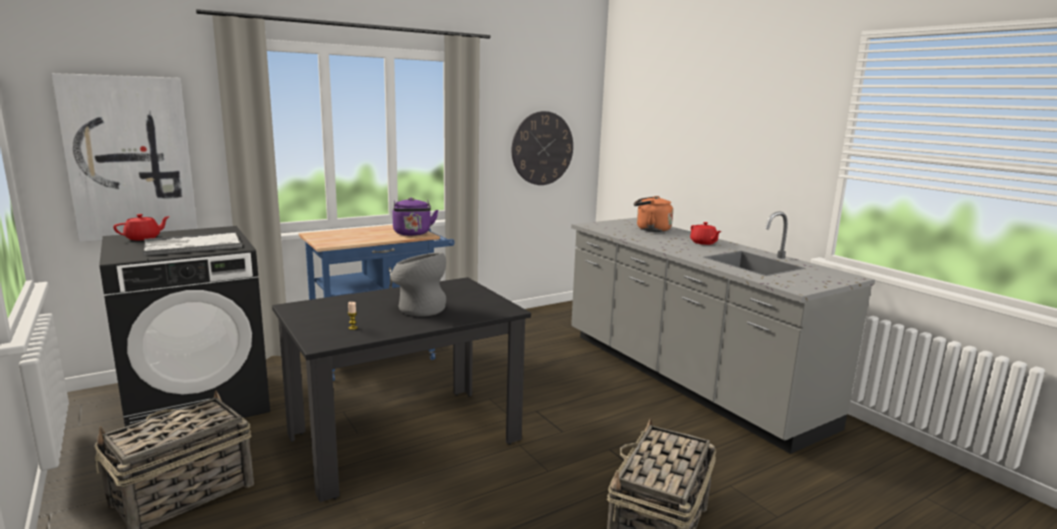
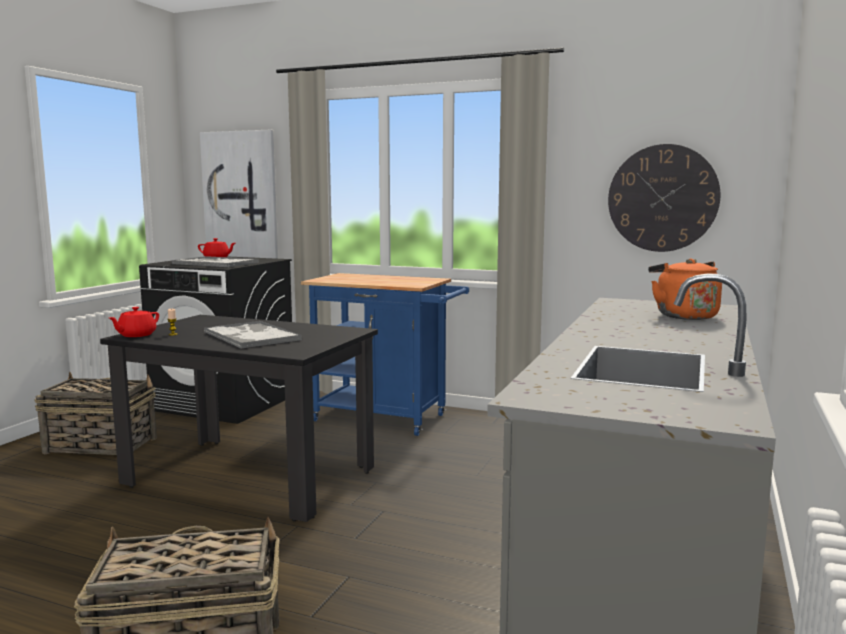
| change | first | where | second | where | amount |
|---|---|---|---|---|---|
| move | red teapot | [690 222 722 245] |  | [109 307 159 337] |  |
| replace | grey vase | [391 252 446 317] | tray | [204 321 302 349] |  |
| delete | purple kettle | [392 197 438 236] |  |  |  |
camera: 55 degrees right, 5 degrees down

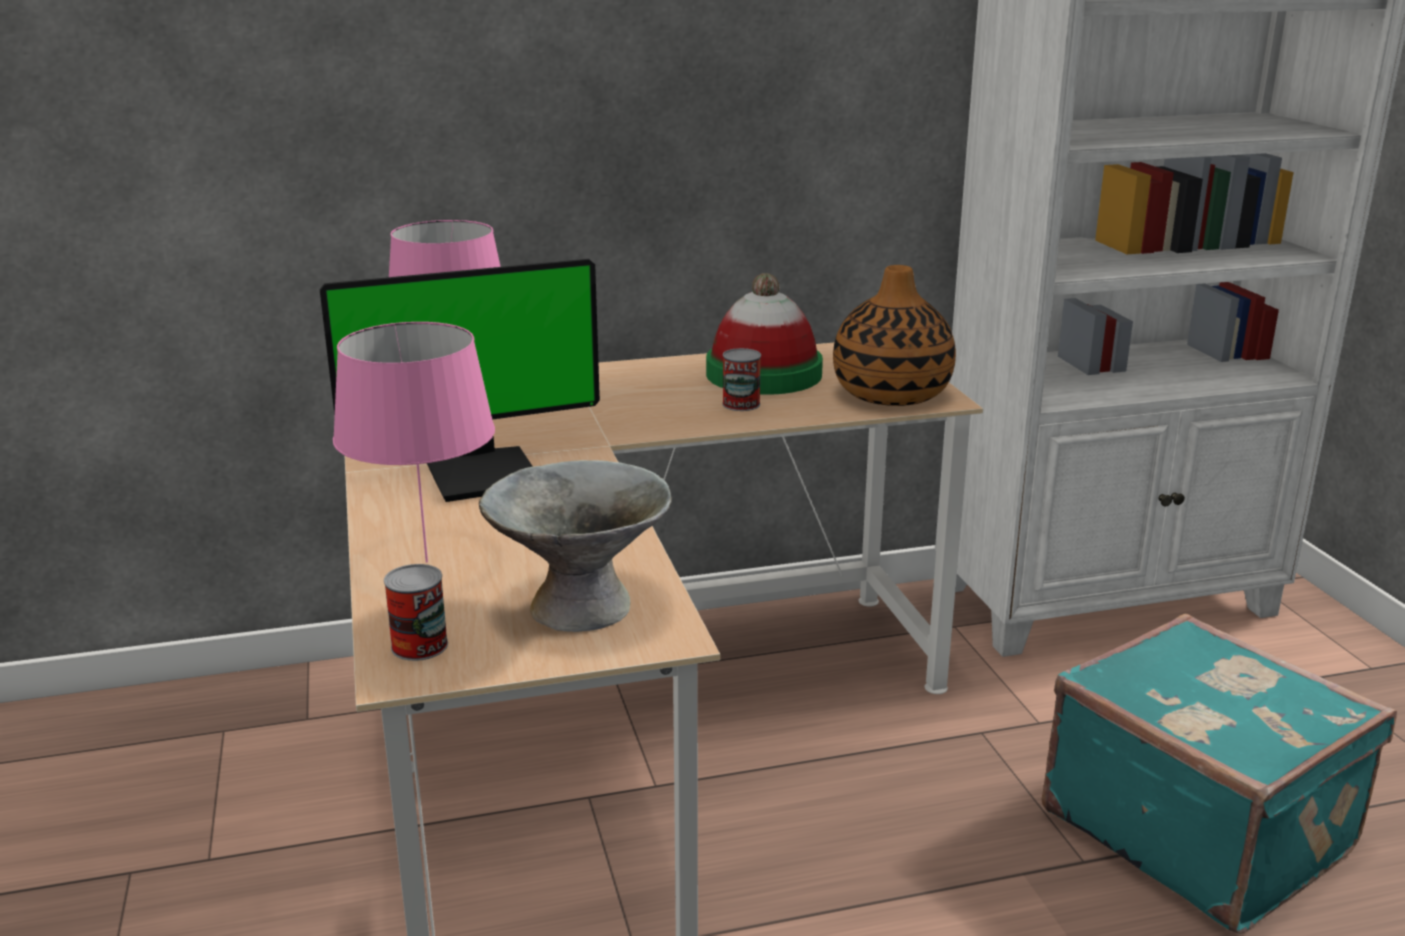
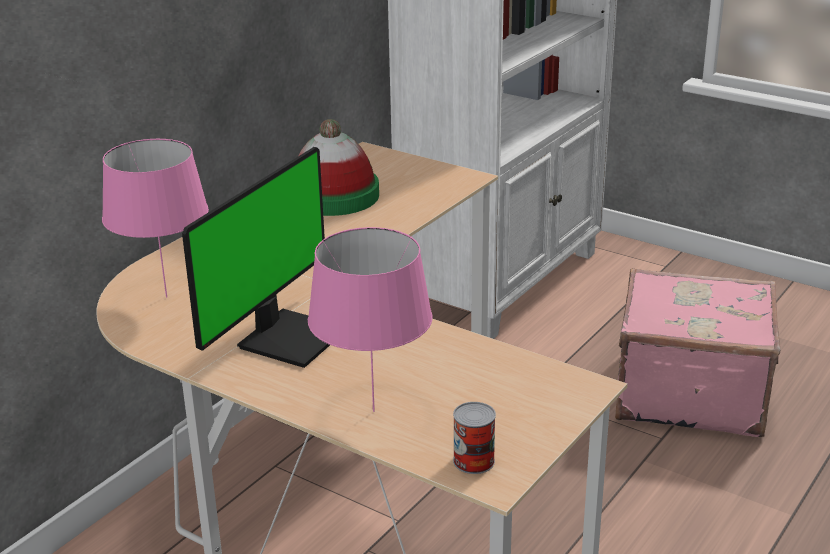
| change | first | where | second | where | amount |
|---|---|---|---|---|---|
| recolor | turquoise suitcase | [1041 614 1397 935] | pink suitcase | [615 268 780 437] |  |
| delete | grey bowl | [479 460 672 632] |  |  |  |
| delete | can | [722 348 761 411] |  |  |  |
| delete | vase | [833 265 956 406] |  |  |  |
camera: 40 degrees left, 5 degrees up

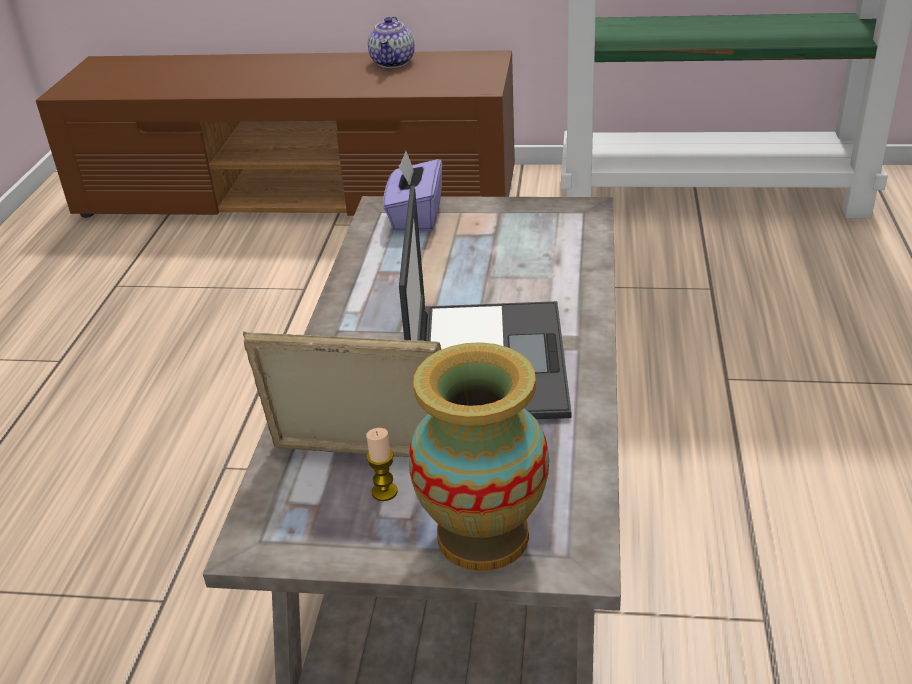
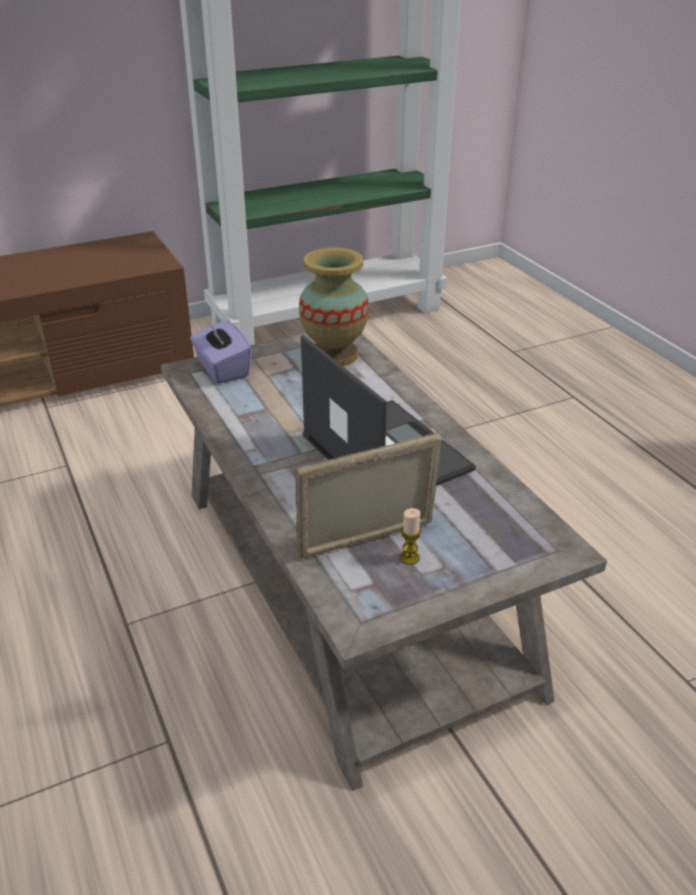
| change | first | where | second | where | amount |
|---|---|---|---|---|---|
| move | vase | [409 342 549 571] |  | [299 248 369 366] |  |
| delete | teapot | [368 16 415 68] |  |  |  |
camera: 35 degrees left, 0 degrees up

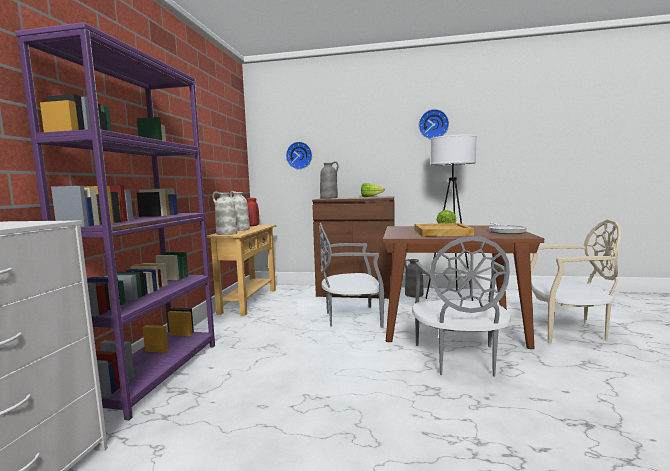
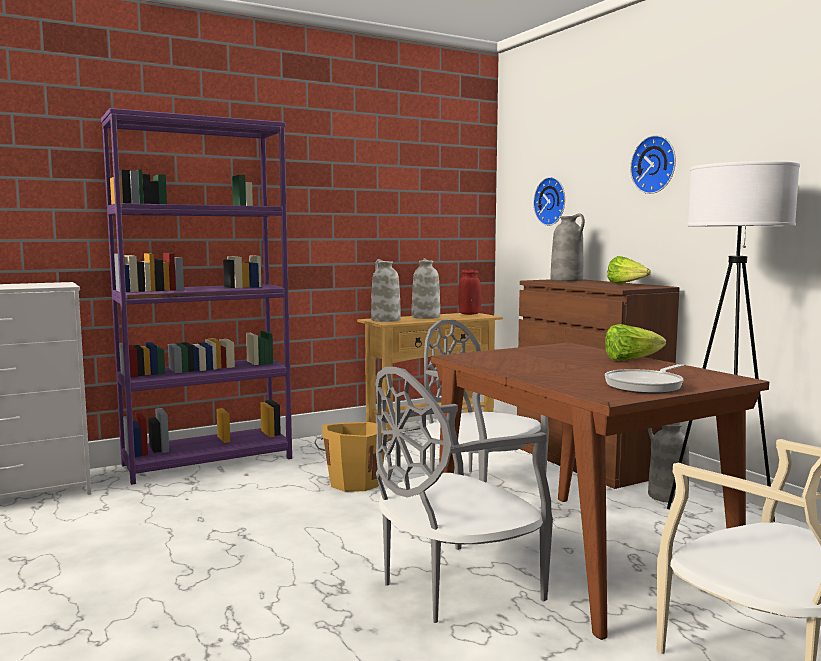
| change | first | where | second | where | amount |
|---|---|---|---|---|---|
| insert |  |  | orange bucket | [314 422 393 492] |  |
| move | wall clock | [419 109 449 139] |  | [630 135 676 194] |  |
| delete | beige tray | [415 223 474 237] |  |  |  |
camera: 50 degrees right, 0 degrees up

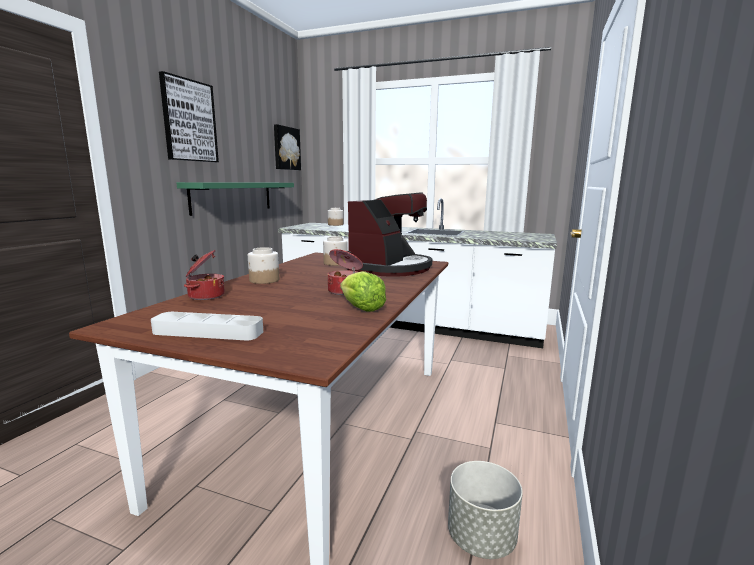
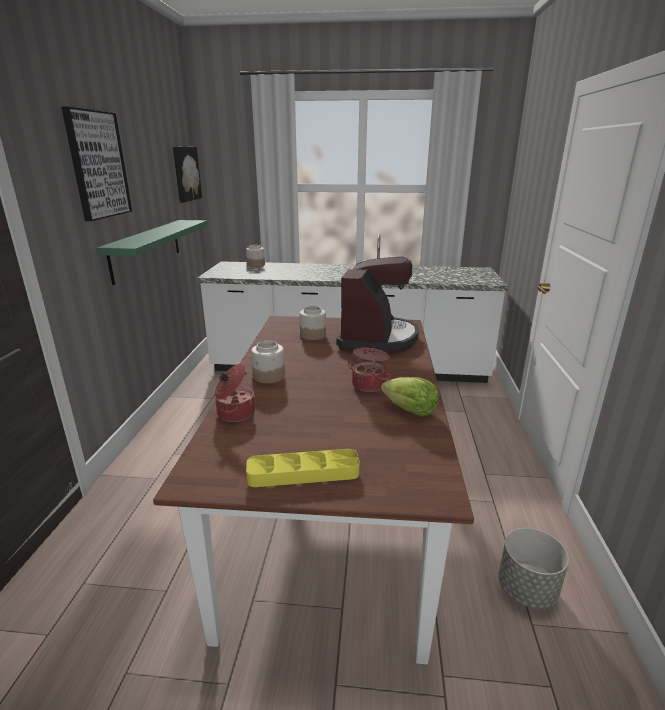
| change | first | where | second | where | amount |
|---|---|---|---|---|---|
| recolor | grey tray | [151 312 263 341] | yellow tray | [246 449 360 487] |  |
camera: 15 degrees left, 10 degrees up

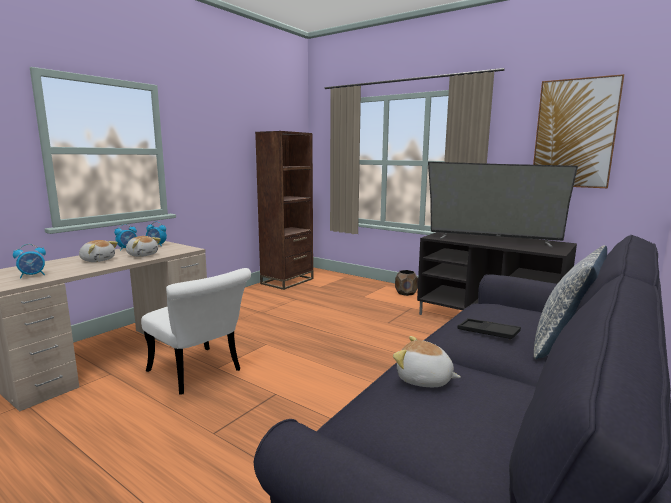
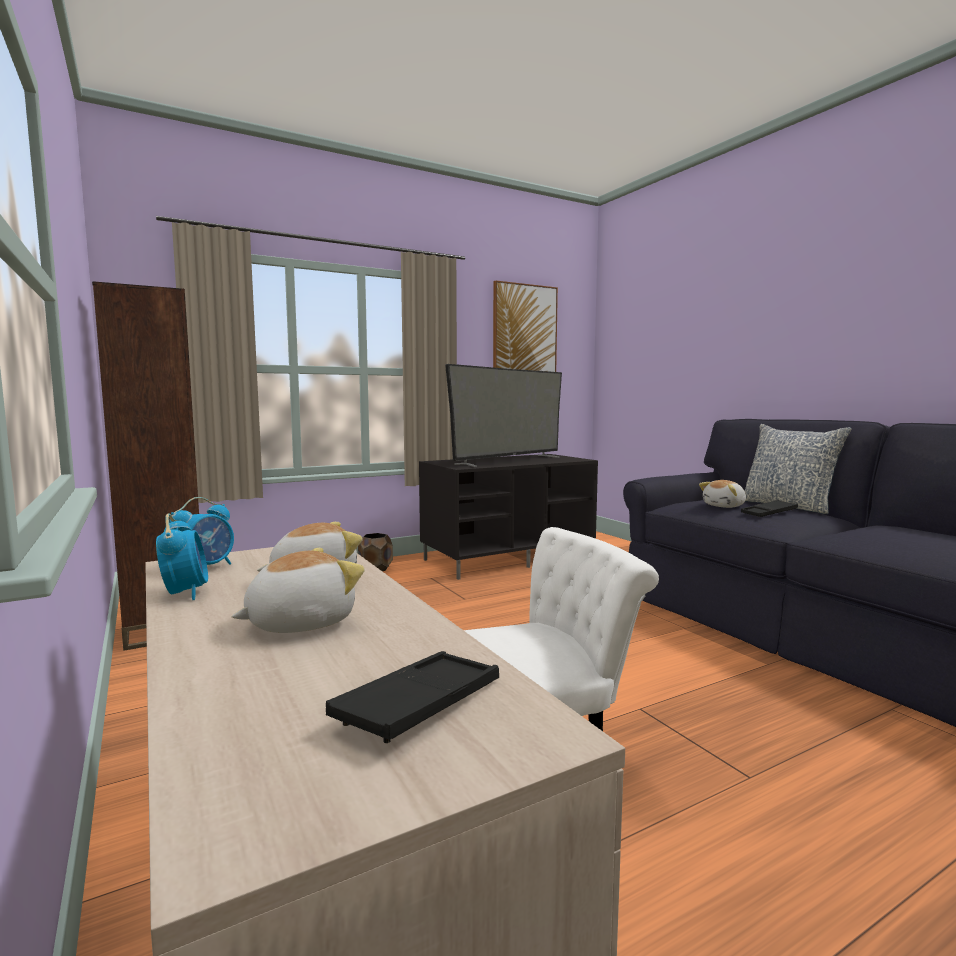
| change | first | where | second | where | amount |
|---|---|---|---|---|---|
| replace | alarm clock | [13 244 46 279] | black tray | [326 651 499 743] |  |
| move | plush toy | [393 336 461 387] |  | [699 480 746 508] |  |
camera: 65 degrees left, 5 degrees down

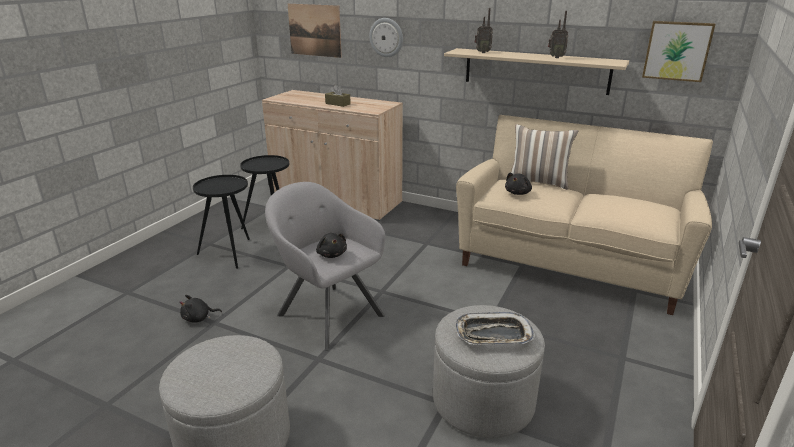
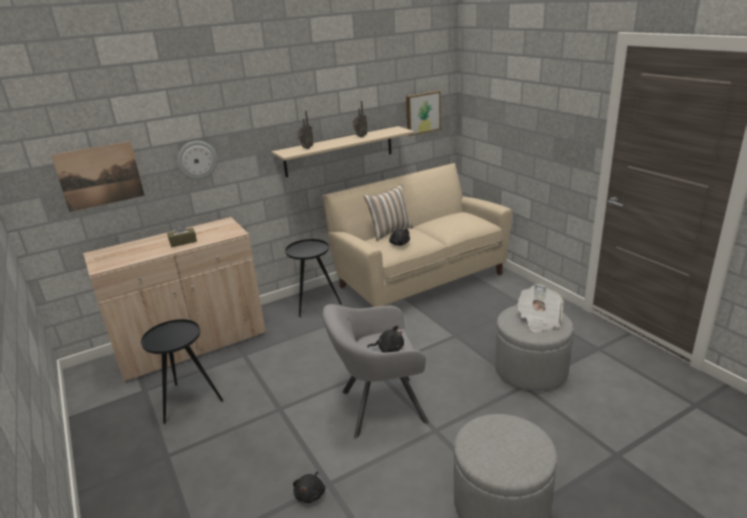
| change | first | where | second | where | amount |
|---|---|---|---|---|---|
| move | black side table | [193 175 250 269] |  | [285 239 342 317] |  |
| replace | tray | [456 312 536 345] | newspaper | [516 284 564 332] |  |
camera: 55 degrees left, 0 degrees up

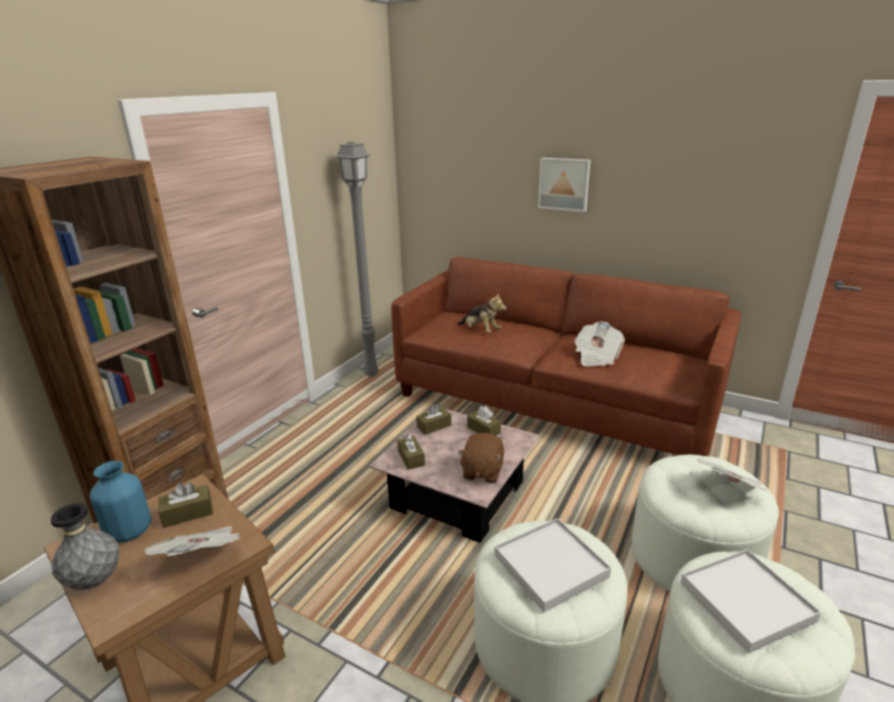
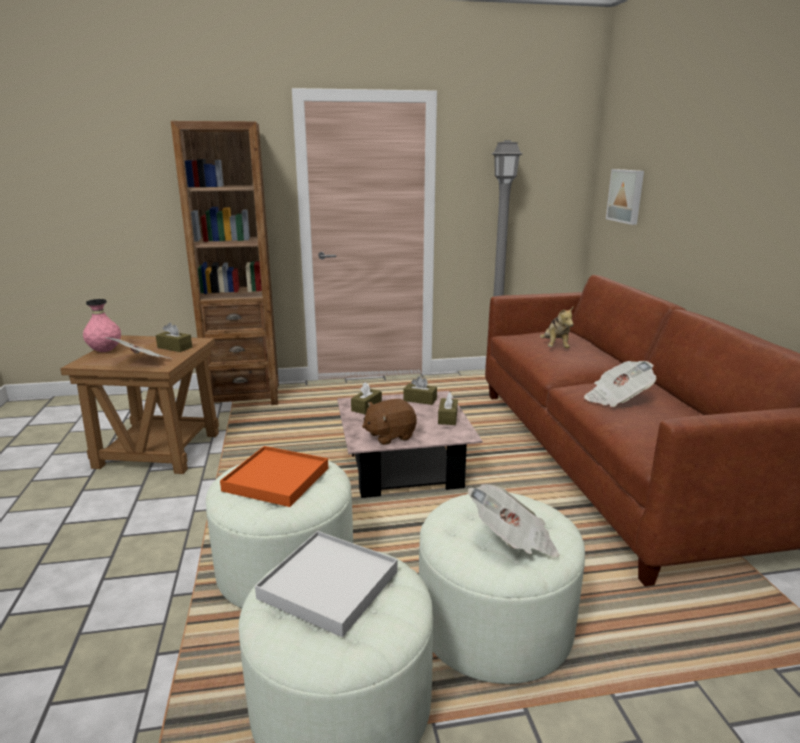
| change | first | where | second | where | amount |
|---|---|---|---|---|---|
| recolor | grey vase | [51 503 120 590] | pink vase | [83 299 121 352] |  |
| recolor | white tray | [494 518 611 612] | orange tray | [220 446 328 507] |  |
| move | picture | [538 158 591 212] |  | [606 169 644 225] |  |
| delete | blue vase | [90 461 151 543] |  |  |  |
camera: 50 degrees right, 5 degrees down

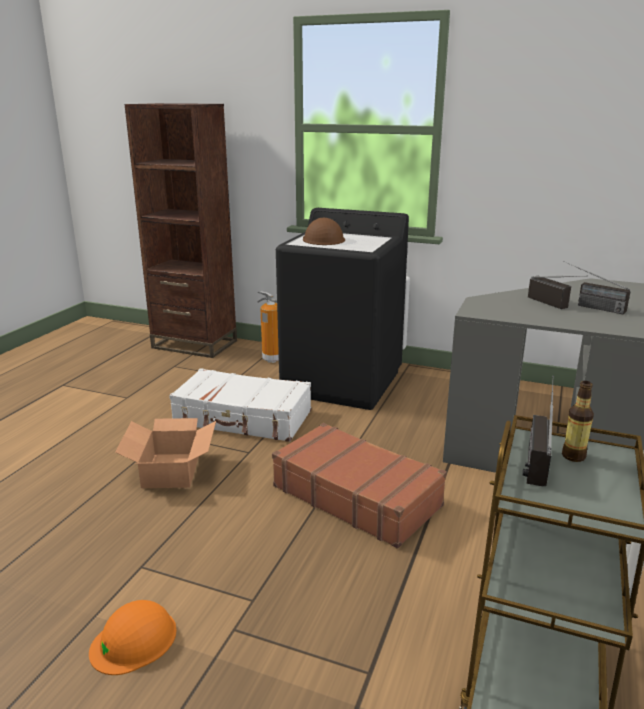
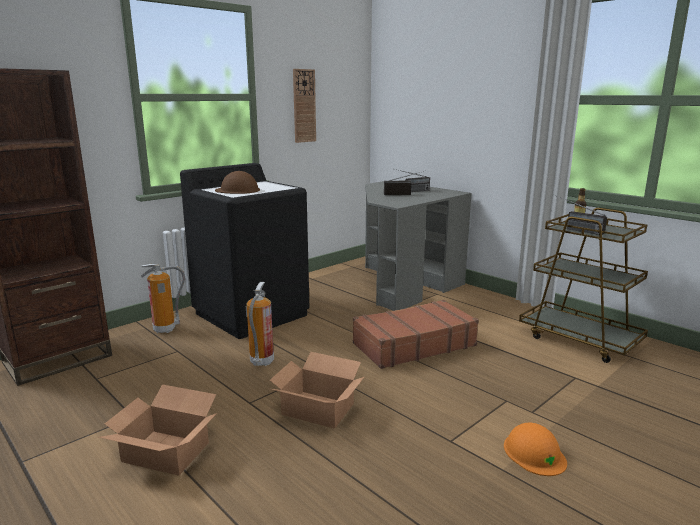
| change | first | where | second | where | amount |
|---|---|---|---|---|---|
| insert |  |  | cardboard box | [99 384 217 476] |  |
| replace | white suitcase | [169 368 311 442] | fire extinguisher | [246 282 274 366] |  |
| insert |  |  | wall clock | [293 69 316 143] |  |
camera: 65 degrees left, 5 degrees down

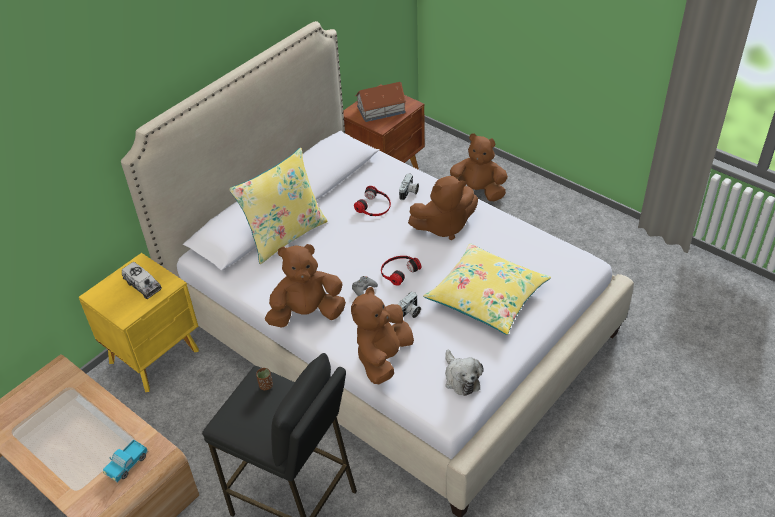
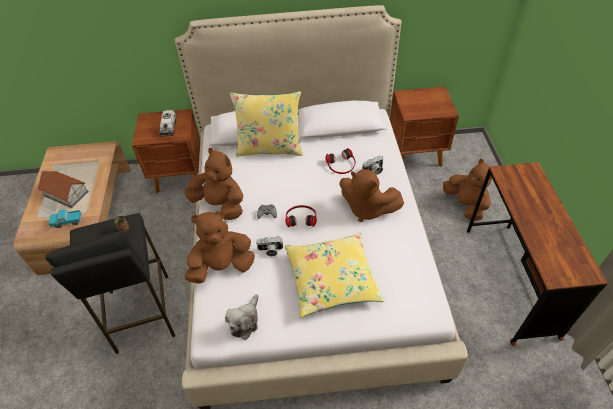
| change | first | where | second | where | amount |
|---|---|---|---|---|---|
| move | toy house | [355 82 406 122] |  | [37 171 89 208] |  |
| recolor | yellow nightstand | [79 253 199 392] | brown nightstand | [132 109 200 193] |  |
| insert |  |  | brown desk | [467 162 608 346] |  |
camera: 45 degrees right, 5 degrees up

